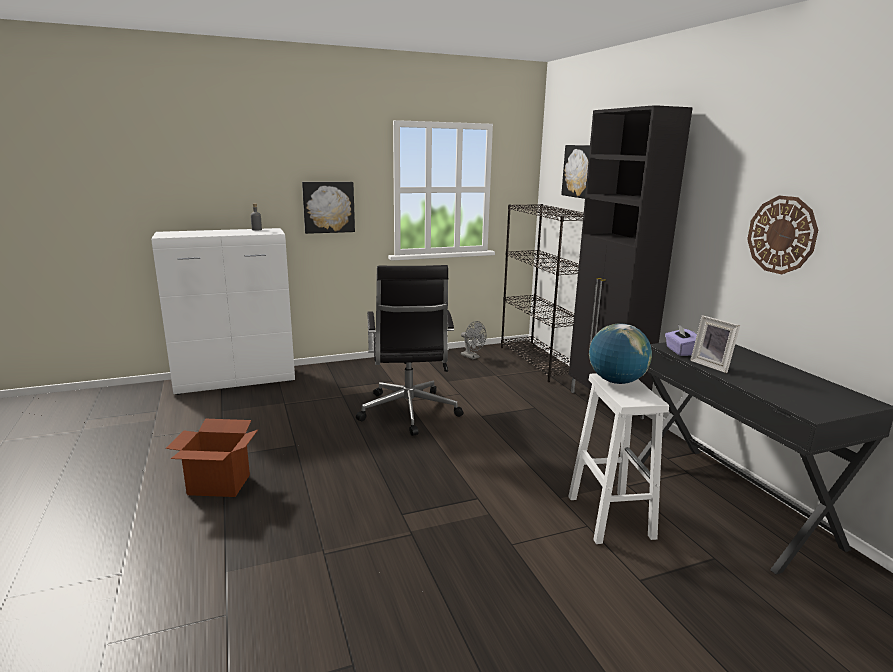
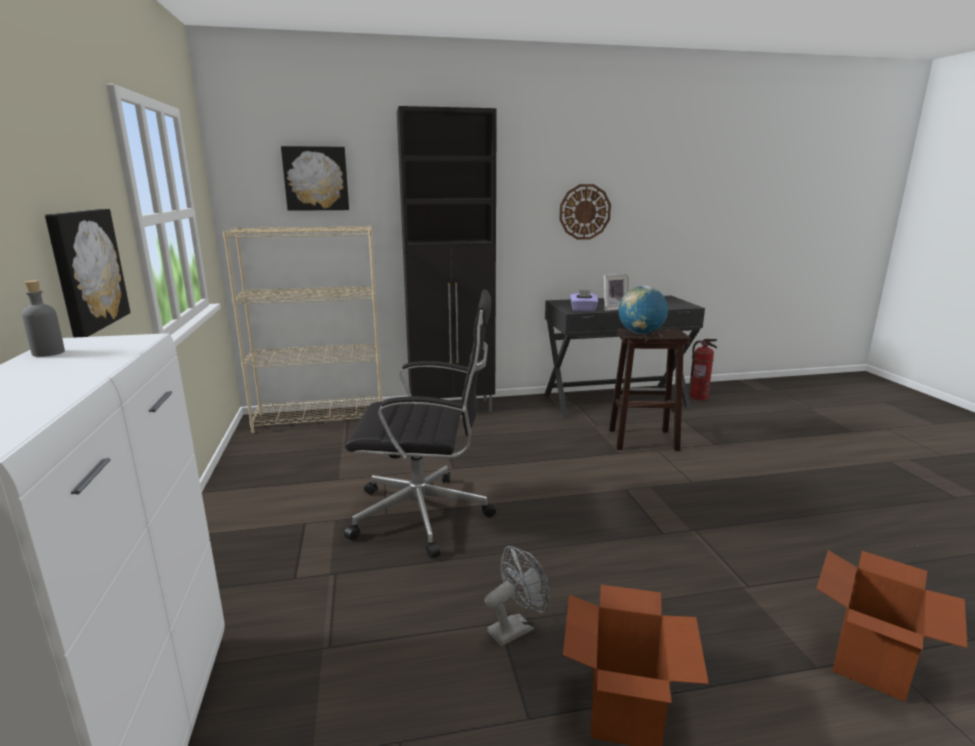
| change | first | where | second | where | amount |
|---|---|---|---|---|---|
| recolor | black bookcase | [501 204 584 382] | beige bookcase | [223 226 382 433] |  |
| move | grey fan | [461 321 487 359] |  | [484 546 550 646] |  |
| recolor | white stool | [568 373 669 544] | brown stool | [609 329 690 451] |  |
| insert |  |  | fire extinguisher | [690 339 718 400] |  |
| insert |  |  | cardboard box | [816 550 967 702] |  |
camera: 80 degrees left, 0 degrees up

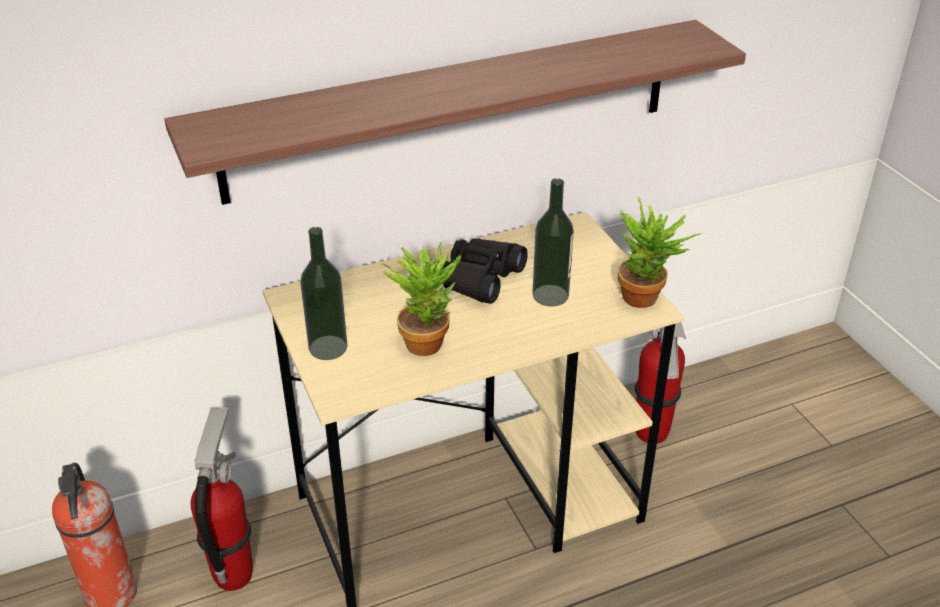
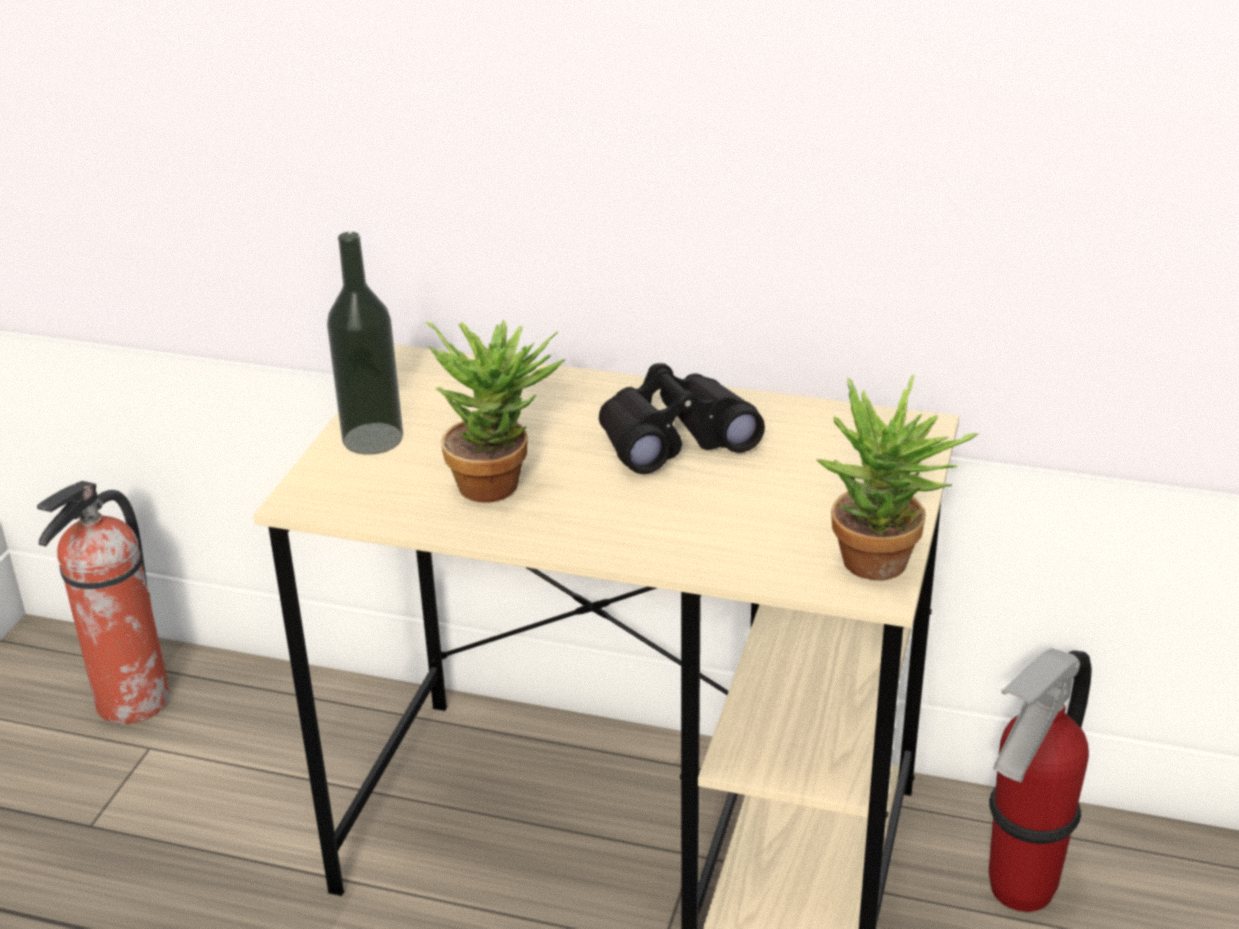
| change | first | where | second | where | amount |
|---|---|---|---|---|---|
| delete | shelf | [164 20 746 205] |  |  |  |
| delete | fire extinguisher | [191 407 253 591] |  |  |  |
| delete | bottle | [532 178 574 306] |  |  |  |
camera: 40 degrees right, 5 degrees down

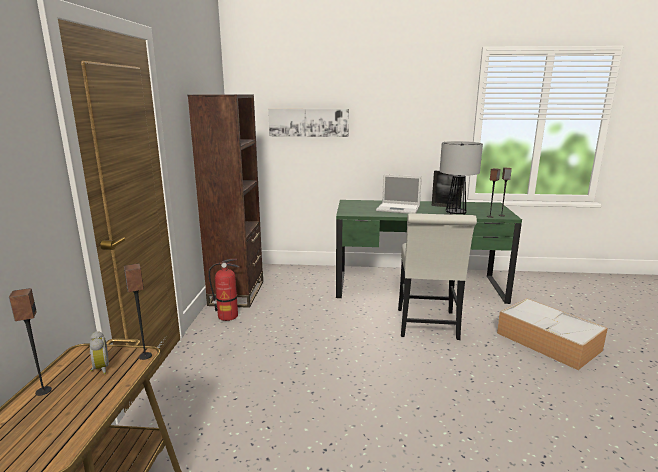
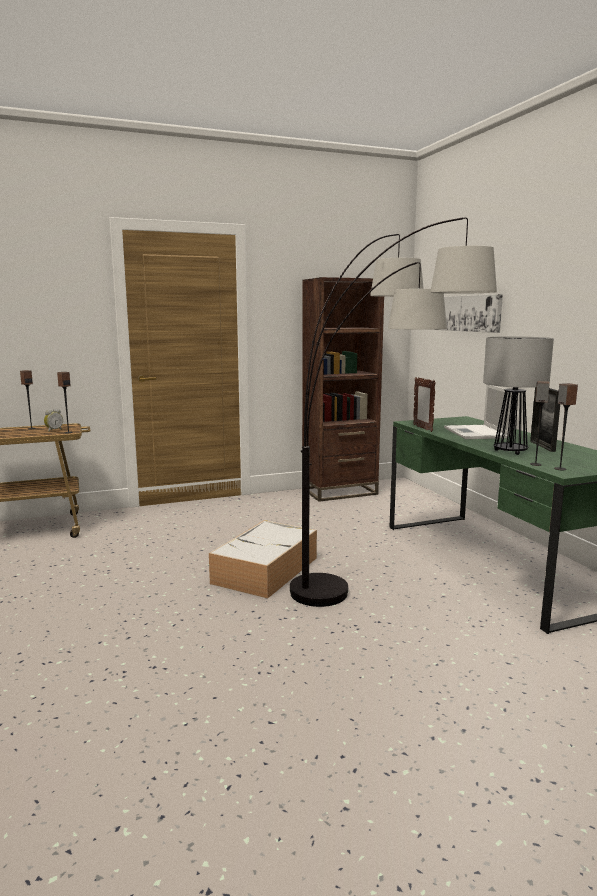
| change | first | where | second | where | amount |
|---|---|---|---|---|---|
| move | storage box | [497 298 608 370] |  | [209 520 317 599] |  |
| replace | white chair | [398 213 477 340] | floor lamp | [290 217 497 607] |  |
| insert |  |  | picture frame | [413 377 436 432] |  |
| delete | fire extinguisher | [208 259 239 321] |  |  |  |
camera: 65 degrees right, 5 degrees down

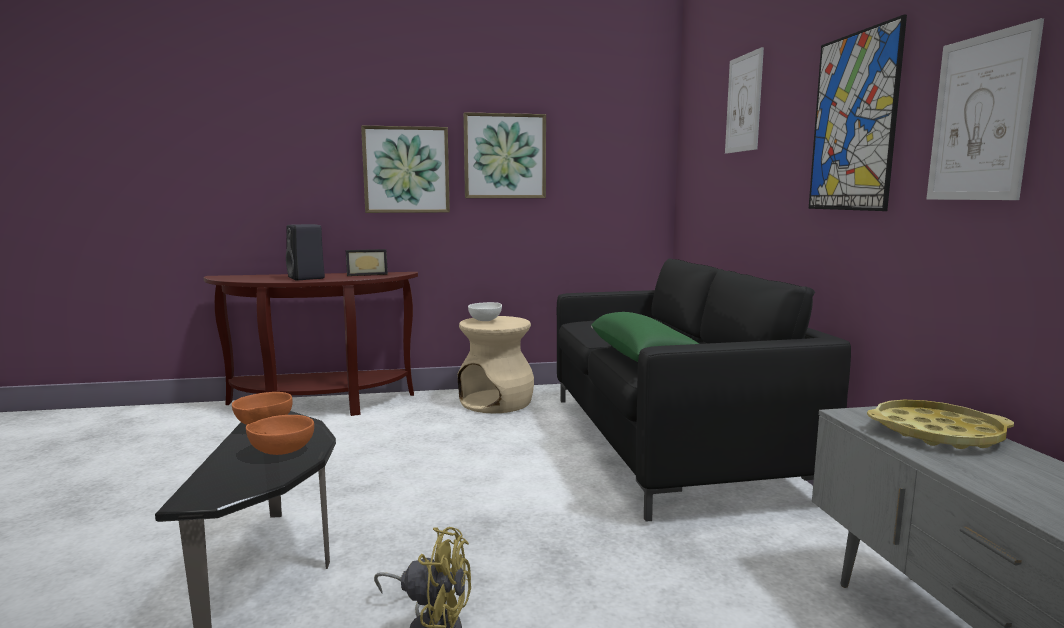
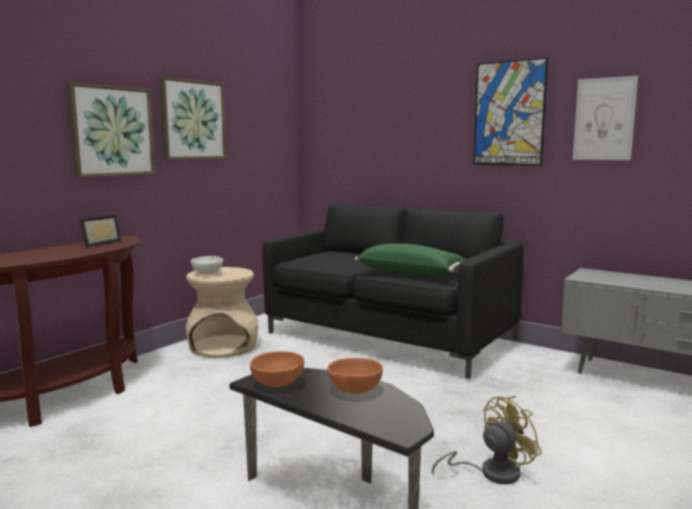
| change | first | where | second | where | amount |
|---|---|---|---|---|---|
| delete | black speaker | [286 224 325 280] |  |  |  |
| delete | picture | [725 47 764 154] |  |  |  |
| delete | yellow tray | [867 400 1014 449] |  |  |  |
camera: 45 degrees left, 0 degrees up

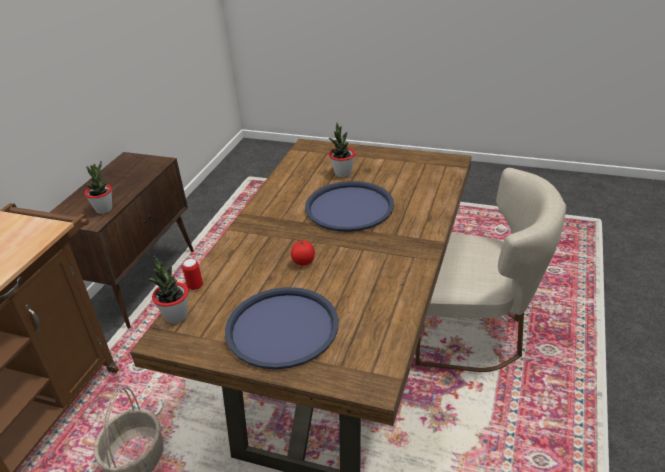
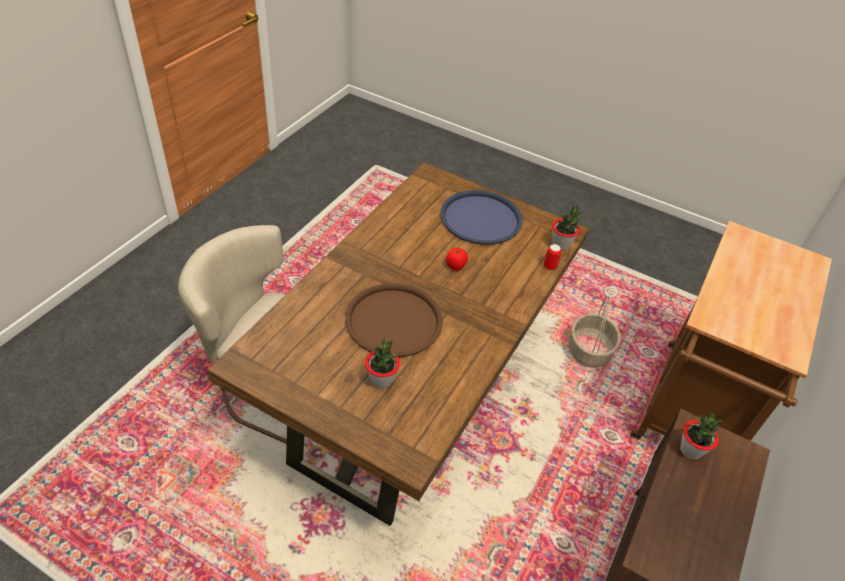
| change | first | where | second | where | amount |
|---|---|---|---|---|---|
| recolor | blue tray | [305 181 394 232] | brown tray | [345 283 443 357] |  |
camera: 175 degrees left, 10 degrees up

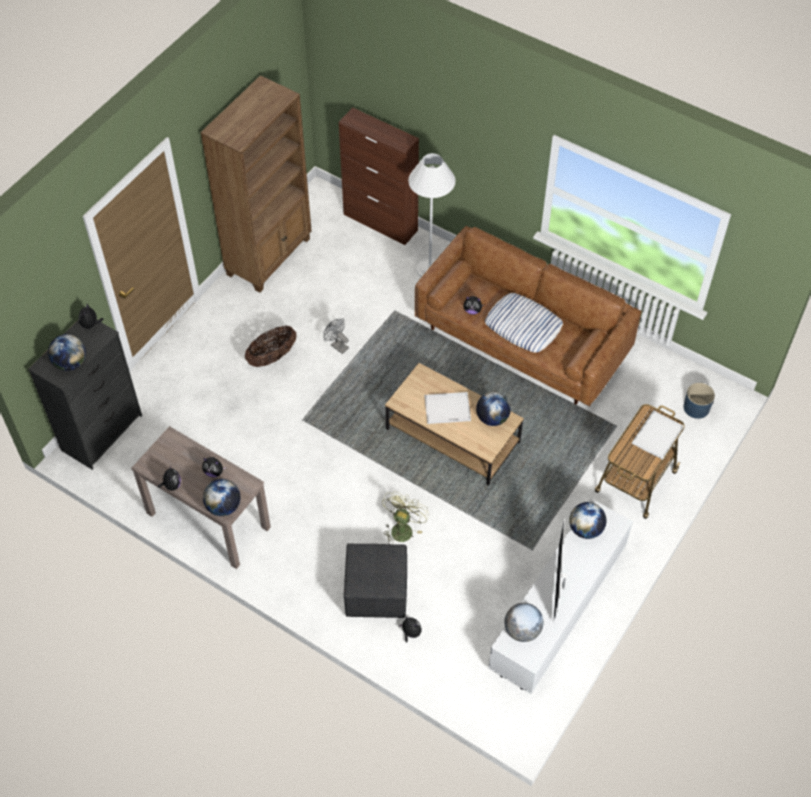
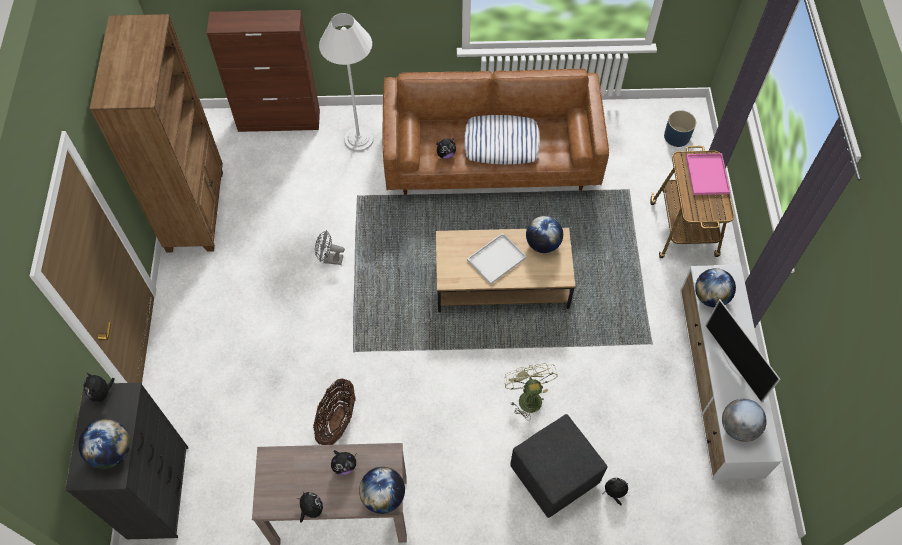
| change | first | where | second | where | amount |
|---|---|---|---|---|---|
| move | basket | [245 326 296 367] |  | [313 378 356 445] |  |
| recolor | white tray | [632 410 684 460] | pink tray | [686 153 730 195] |  |
camera: 35 degrees left, 5 degrees up

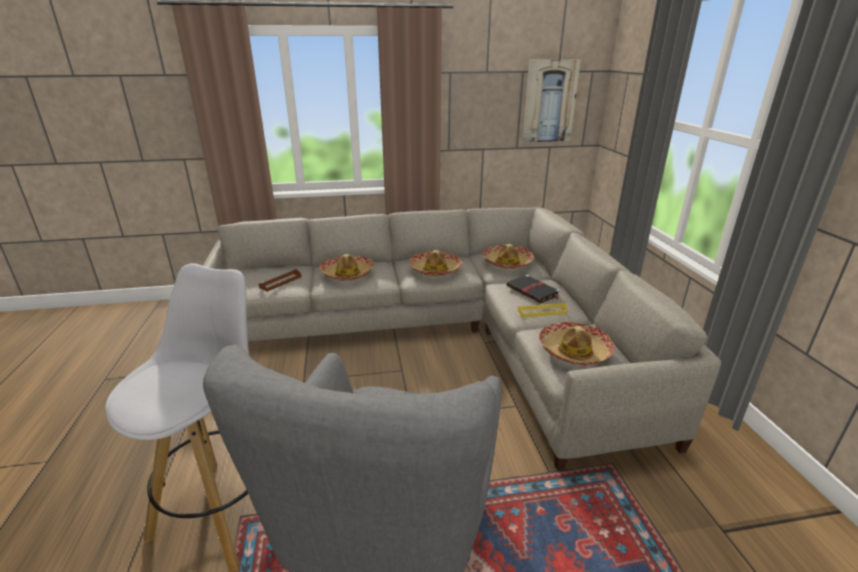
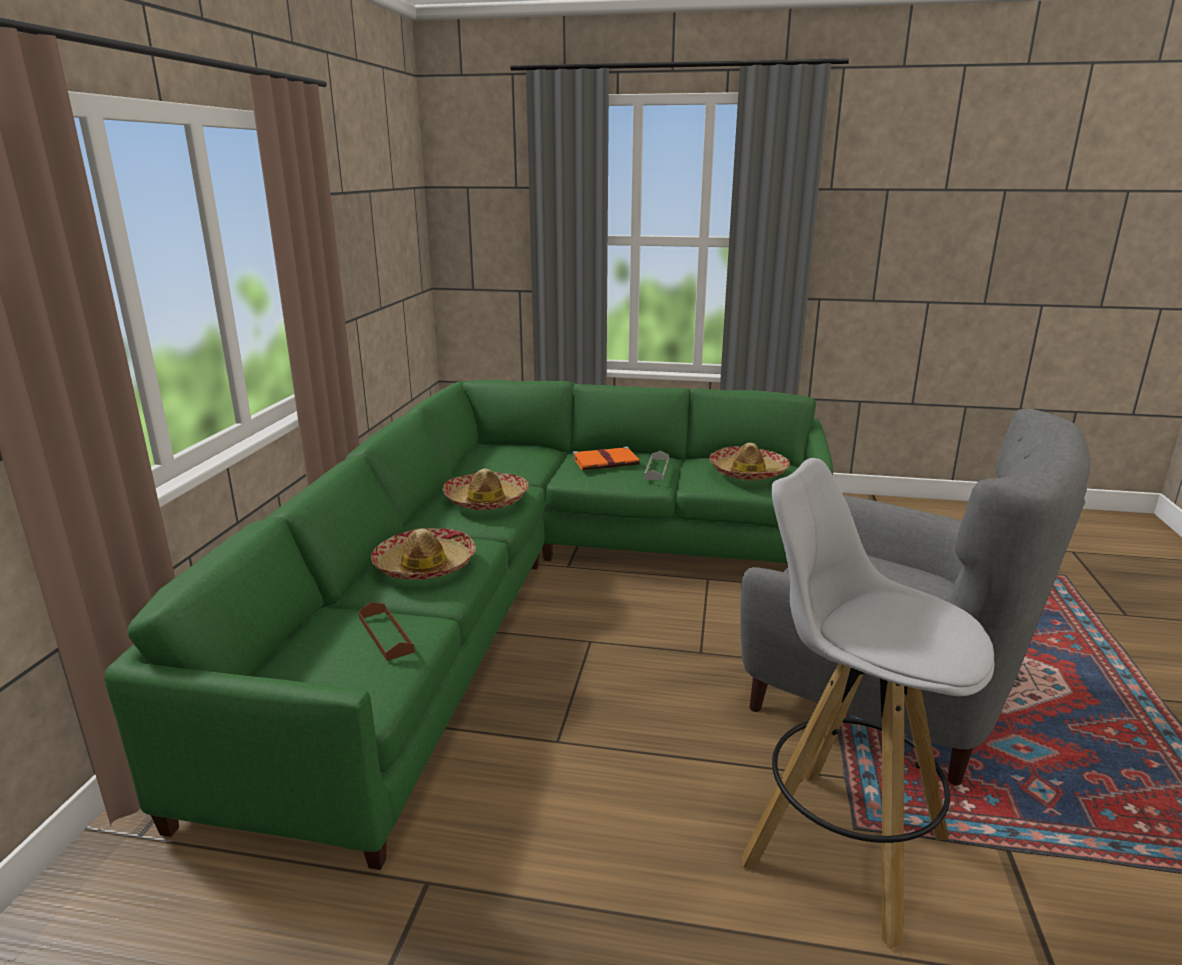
| change | first | where | second | where | amount |
|---|---|---|---|---|---|
| recolor | grey sofa | [203 208 721 470] | green sofa | [104 380 833 870] |  |
| recolor | black book | [506 275 560 303] | orange book | [573 447 640 470] |  |
| recolor | yellow tray | [518 303 568 318] | grey tray | [644 450 669 481] |  |
| delete | hat | [482 244 534 269] |  |  |  |
| delete | picture | [522 59 581 142] |  |  |  |
camera: 70 degrees left, 5 degrees down

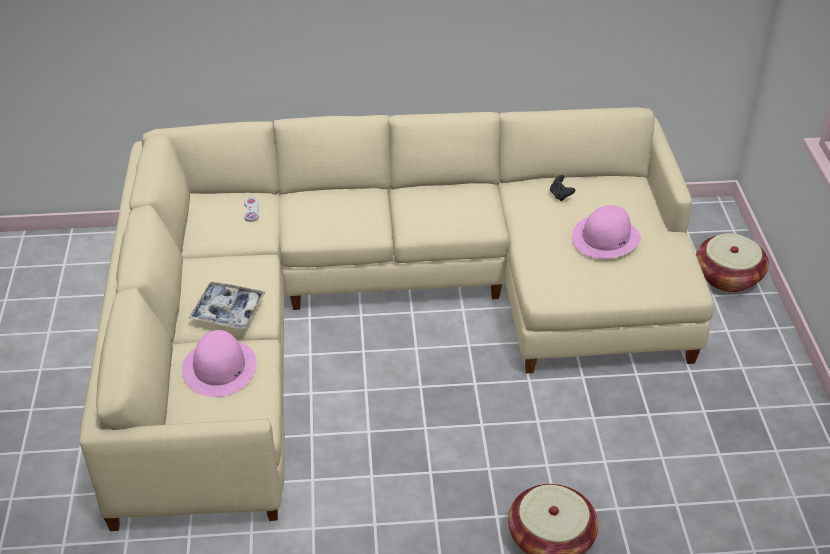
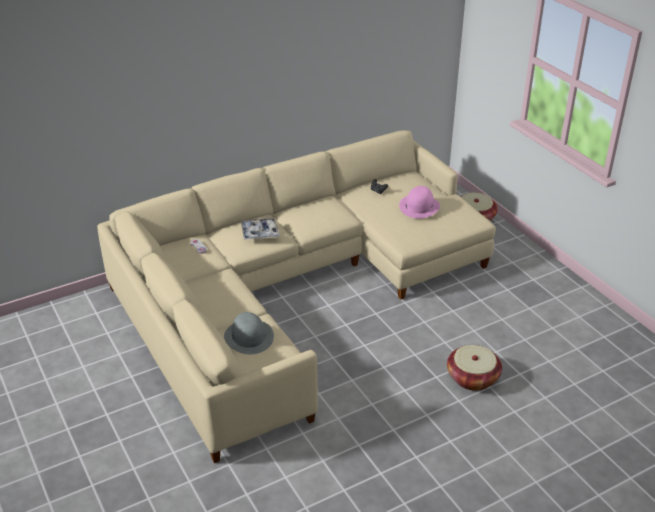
| change | first | where | second | where | amount |
|---|---|---|---|---|---|
| recolor | pink hat | [182 330 257 397] | grey hat | [224 312 274 354] |  |
| move | tray | [189 282 266 329] |  | [241 218 280 240] |  |
camera: 25 degrees left, 5 degrees down

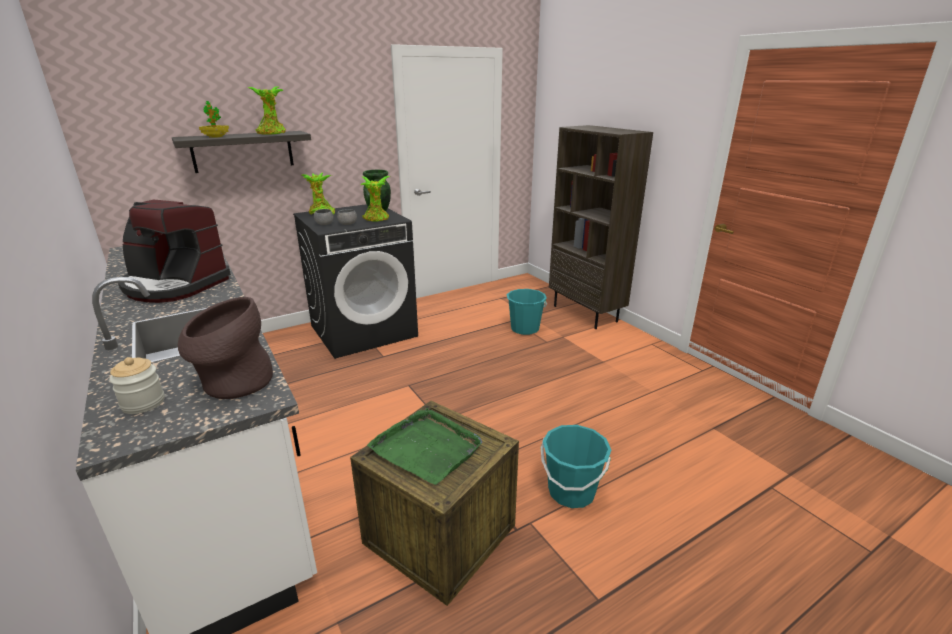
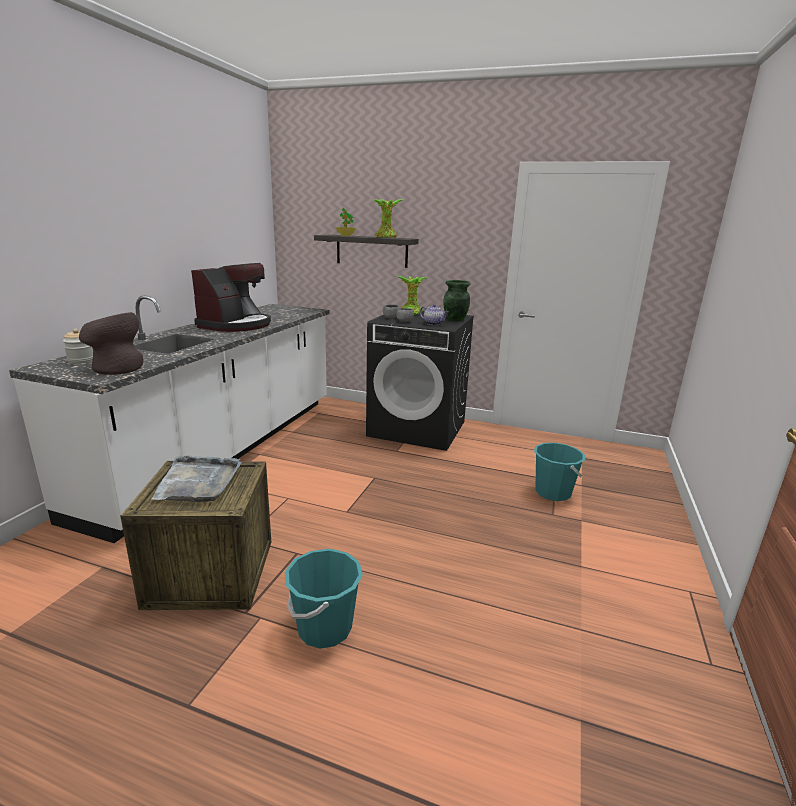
| change | first | where | second | where | amount |
|---|---|---|---|---|---|
| recolor | green tray | [367 408 482 485] | grey tray | [152 455 242 502] |  |
| rotate | coffee machine | [118 199 231 303] |  | [191 263 271 332] | 135 degrees counterclockwise |
| replace | potted plant | [361 176 391 221] | teapot | [420 304 449 325] |  |
| delete | brown bookcase | [549 125 653 329] |  |  |  |
camera: 50 degrees right, 5 degrees down

